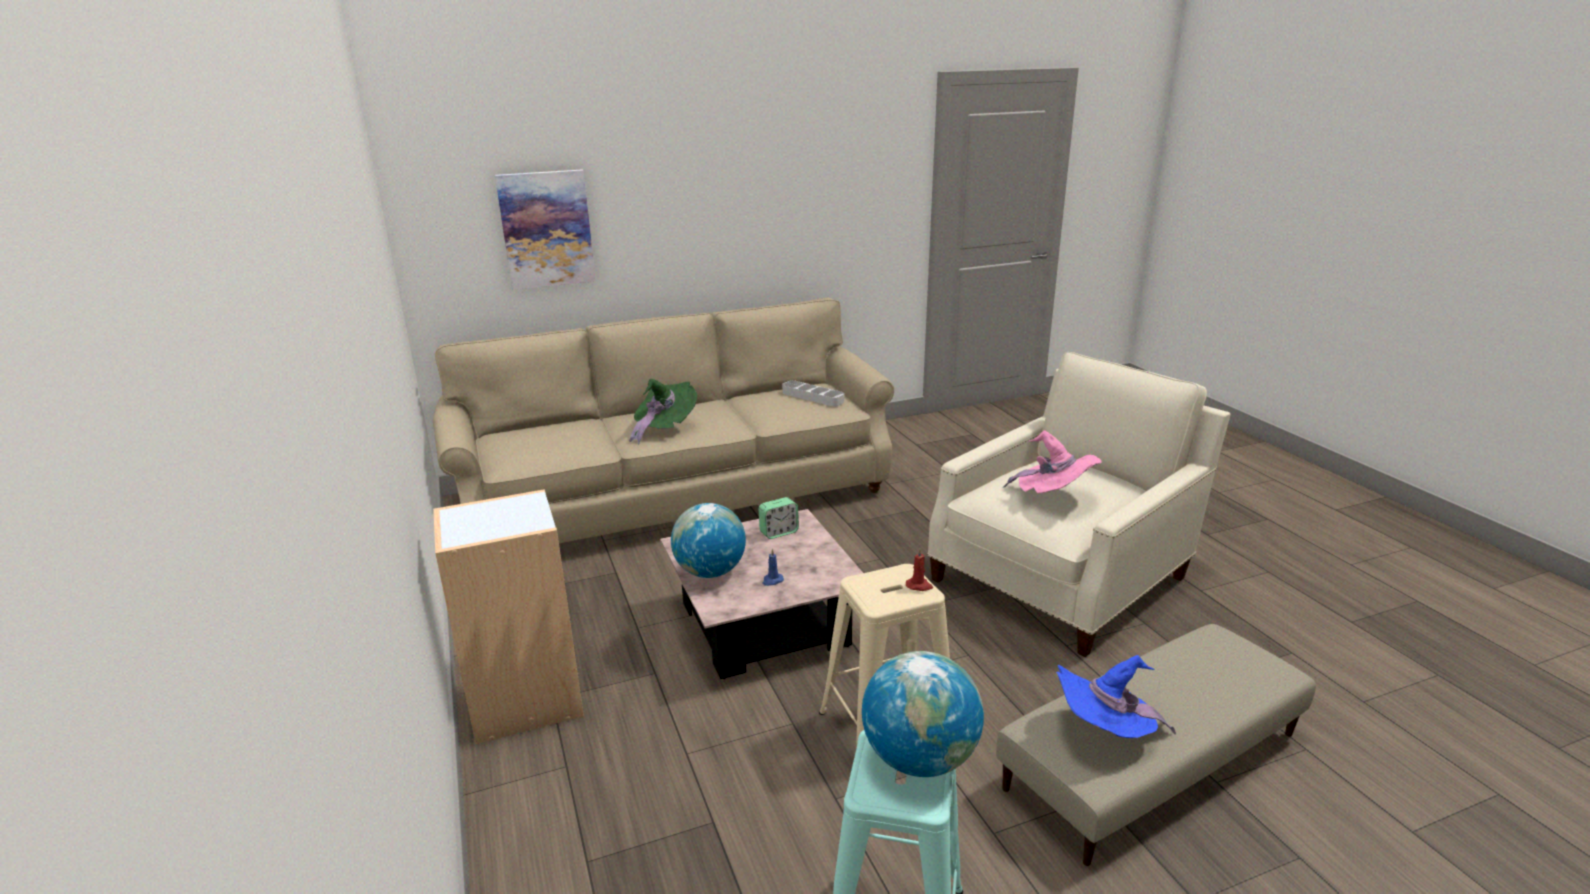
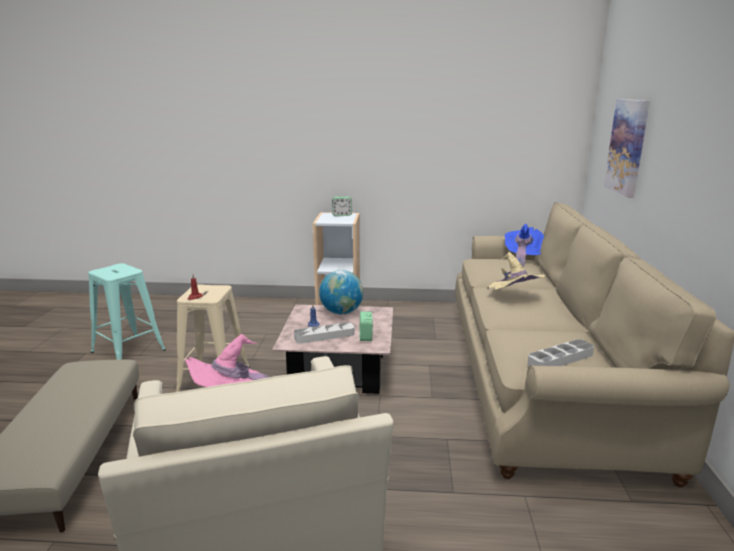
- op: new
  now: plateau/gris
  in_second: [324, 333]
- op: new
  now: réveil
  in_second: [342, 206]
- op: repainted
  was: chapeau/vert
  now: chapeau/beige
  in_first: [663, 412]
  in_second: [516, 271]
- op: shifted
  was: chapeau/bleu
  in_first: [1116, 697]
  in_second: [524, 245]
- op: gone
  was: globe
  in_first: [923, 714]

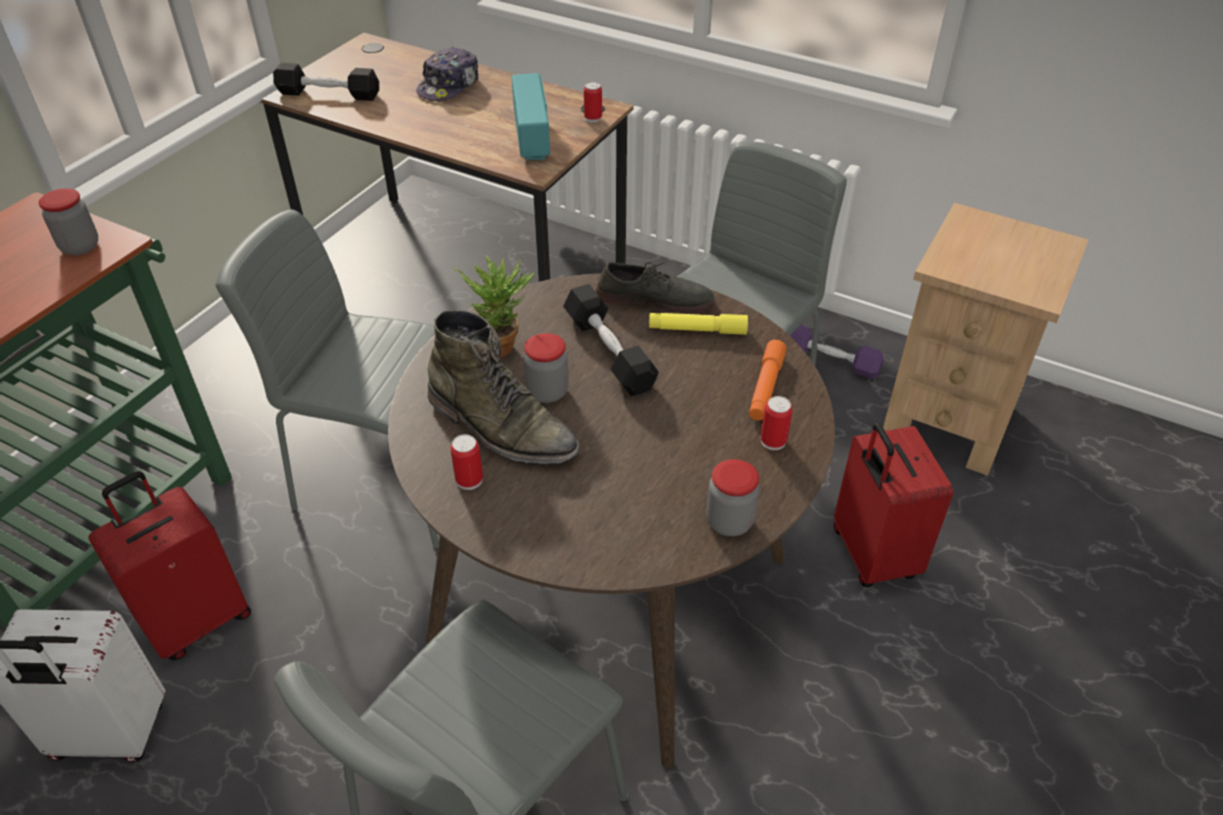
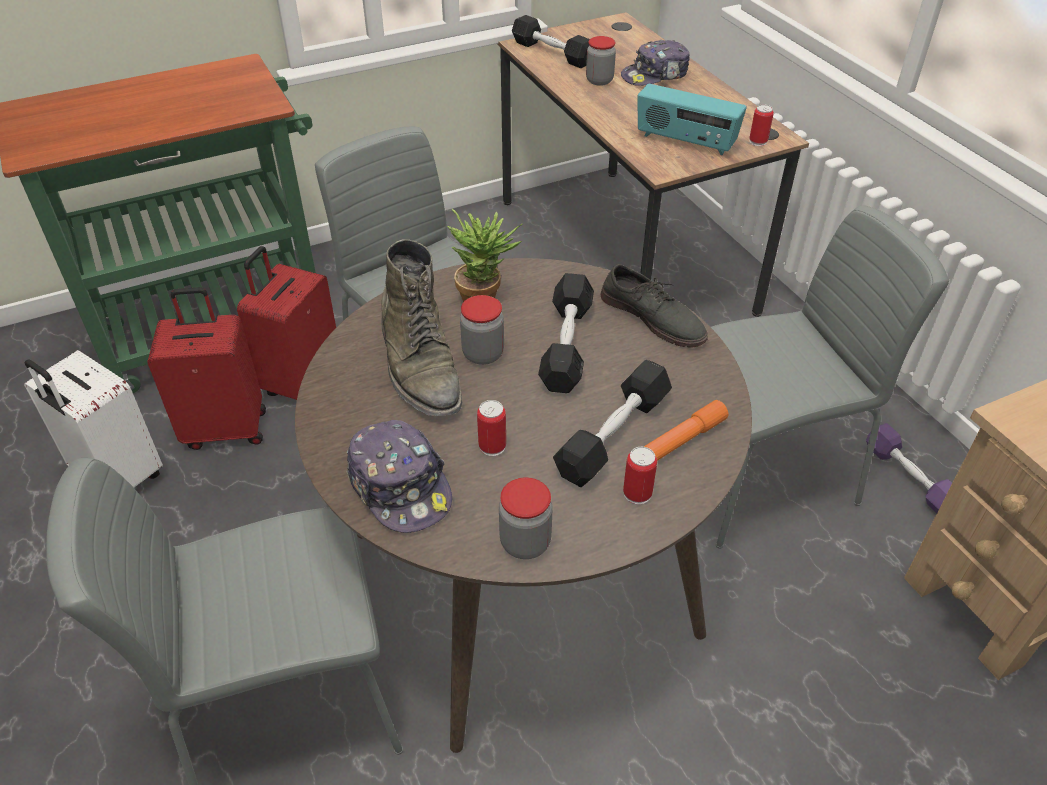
- op: shifted
  was: valise/rouge
  in_first: [893, 505]
  in_second: [286, 323]
- op: new
  now: casquette
  in_second: [399, 476]
- op: shifted
  was: boîte métallique
  in_first: [466, 462]
  in_second: [491, 428]
- op: new
  now: haltère/noir
  in_second: [612, 423]
- op: shifted
  was: bocal
  in_first: [68, 221]
  in_second: [601, 61]
- op: rotated
  was: radio
  in_first: [530, 116]
  in_second: [692, 119]
  clockwise: 90
- op: gone
  was: lampe de poche/jaune
  in_first: [698, 324]

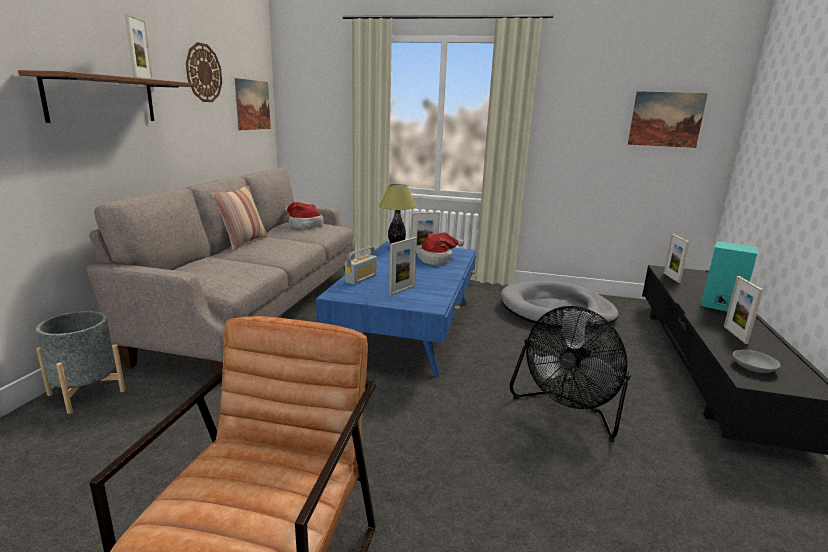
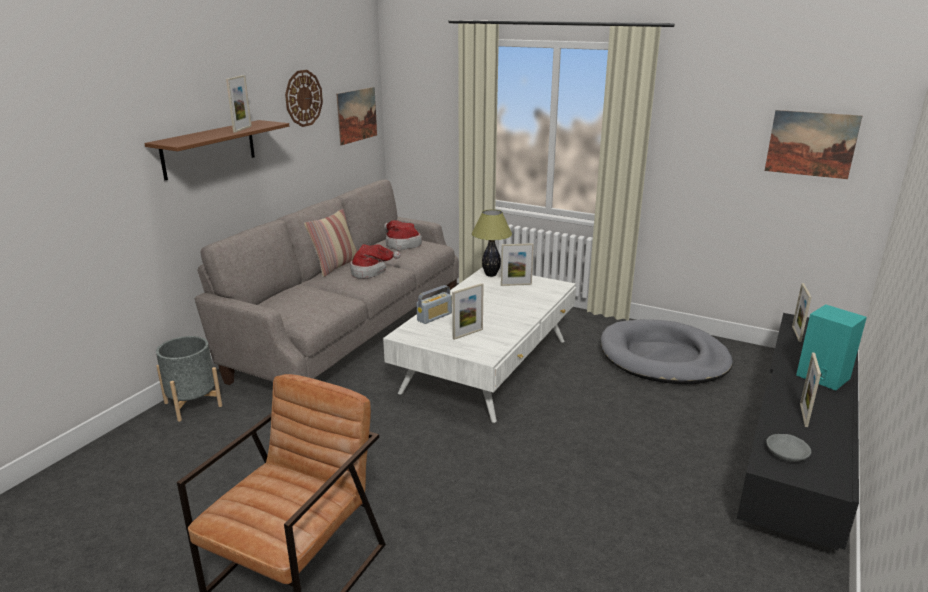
- op: shifted
  was: chapeau
  in_first: [441, 248]
  in_second: [375, 261]
- op: repainted
  was: table basse/bleu
  now: table basse/blanc
  in_first: [396, 309]
  in_second: [479, 345]
- op: gone
  was: ventilateur/noir
  in_first: [570, 374]

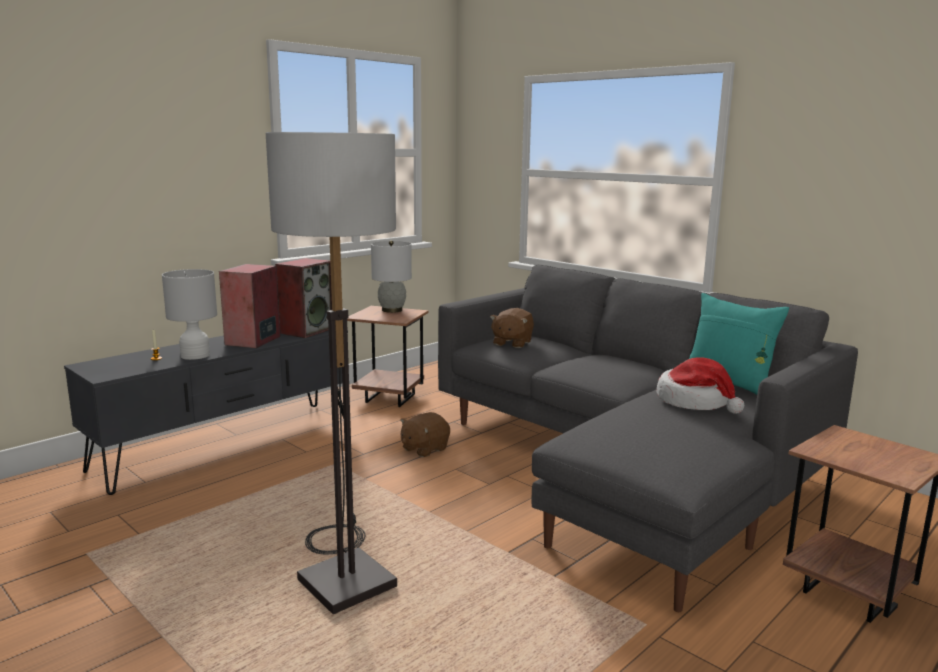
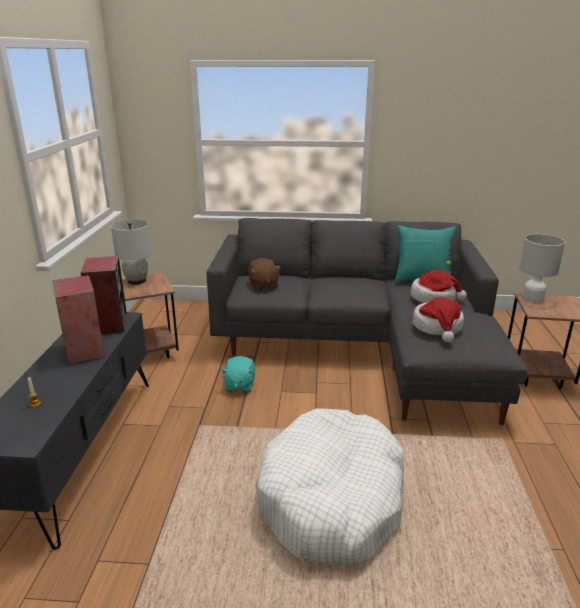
- op: repainted
  was: peluche/marron
  now: peluche/turquoise
  in_first: [425, 434]
  in_second: [238, 374]
- op: swapped
  was: lampadaire
  now: panier pour chien/blanc
  in_first: [331, 373]
  in_second: [329, 486]
- op: new
  now: chapeau
  in_second: [438, 320]
- op: shifted
  was: lampe de table/gris
  in_first: [189, 314]
  in_second: [542, 268]

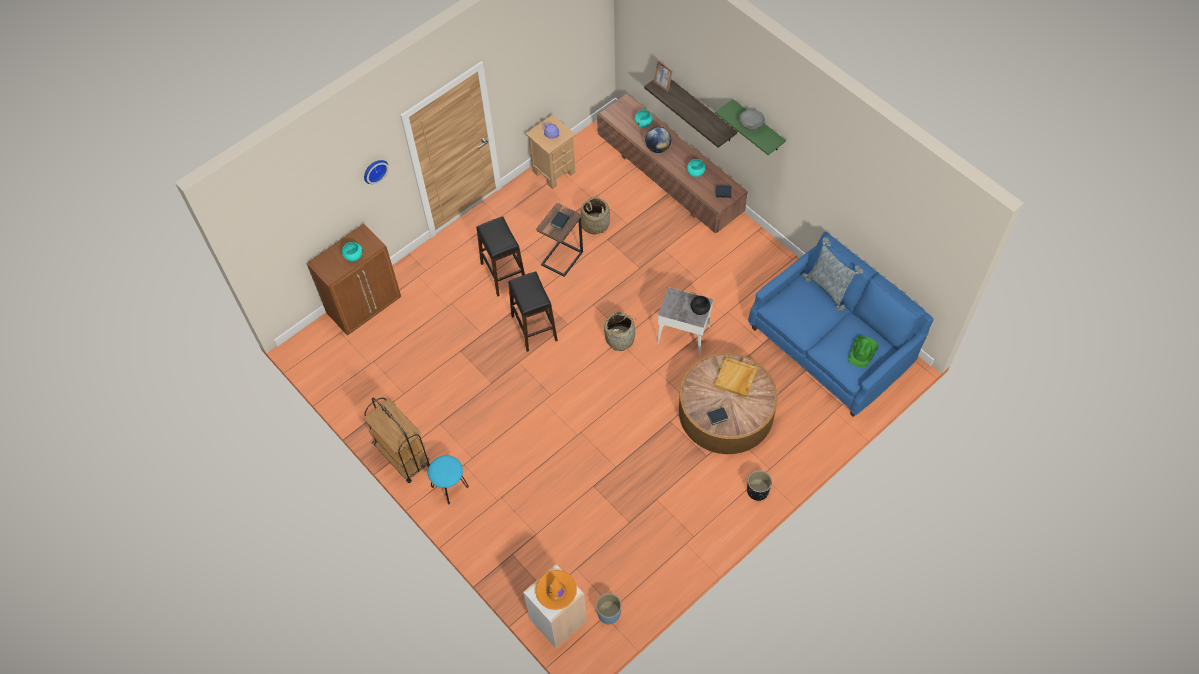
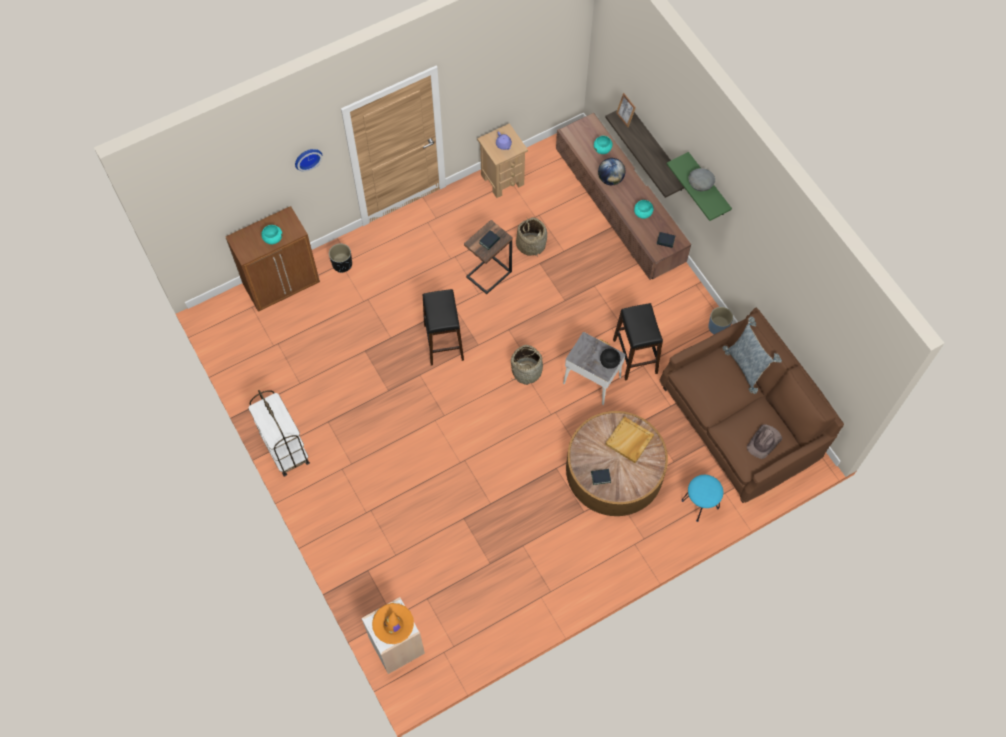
- op: repainted
  was: chariot/marron
  now: chariot/blanc
  in_first: [397, 440]
  in_second: [279, 433]
- op: shifted
  was: cache-pot/noir
  in_first: [759, 485]
  in_second: [340, 258]
- op: shifted
  was: tabouret/noir
  in_first: [500, 256]
  in_second: [638, 342]
- op: repainted
  was: canapé/bleu
  now: canapé/marron
  in_first: [841, 324]
  in_second: [752, 405]
- op: shifted
  was: tabouret/turquoise
  in_first: [448, 479]
  in_second: [702, 498]
- op: shifted
  was: cache-pot/bleu
  in_first: [608, 609]
  in_second: [720, 320]
- op: repainted
  was: chapeau/vert
  now: chapeau/marron
  in_first: [863, 352]
  in_second: [764, 441]

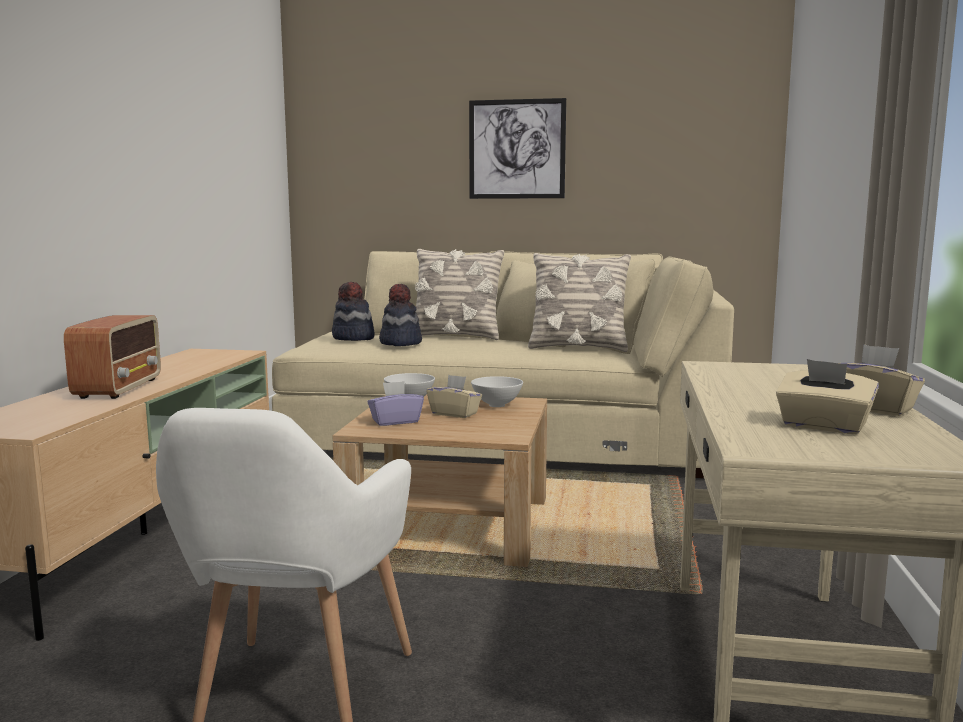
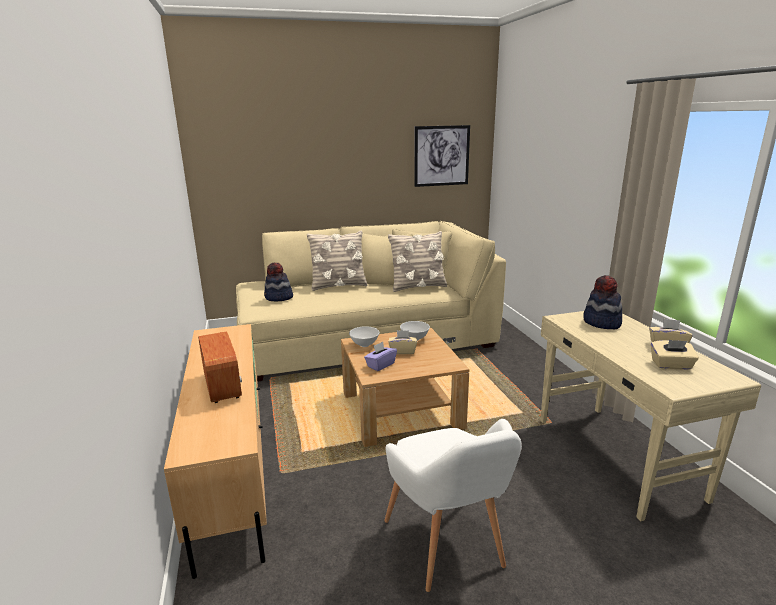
- op: shifted
  was: tableau
  in_first: [517, 148]
  in_second: [442, 156]
- op: shifted
  was: chapeau
  in_first: [400, 315]
  in_second: [602, 302]

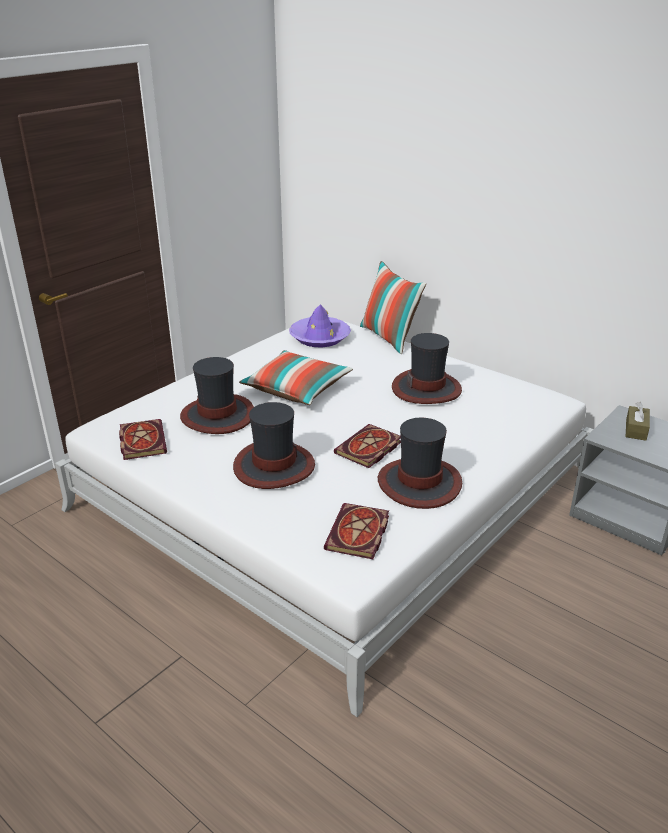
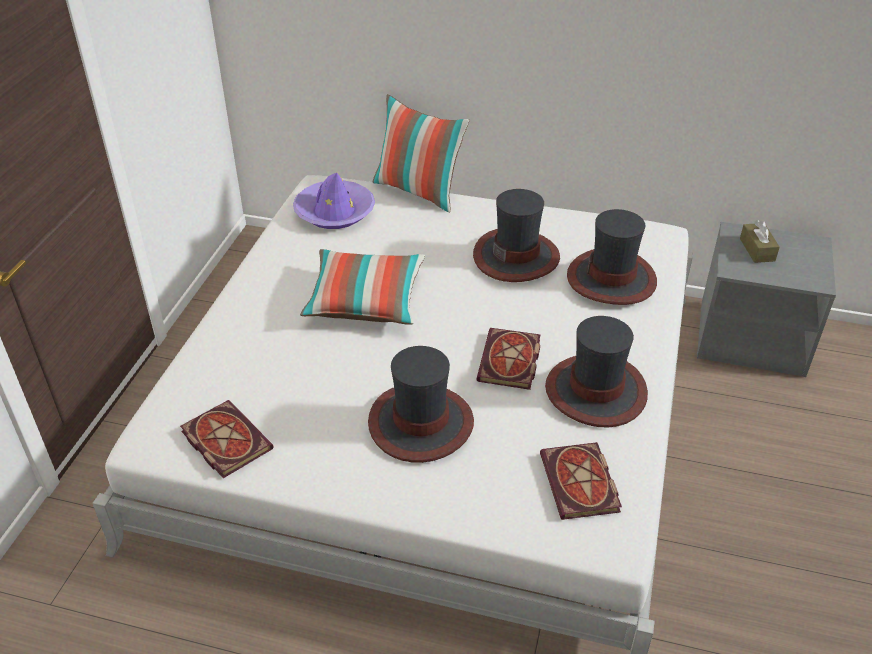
- op: shifted
  was: chapeau
  in_first: [217, 395]
  in_second: [612, 257]

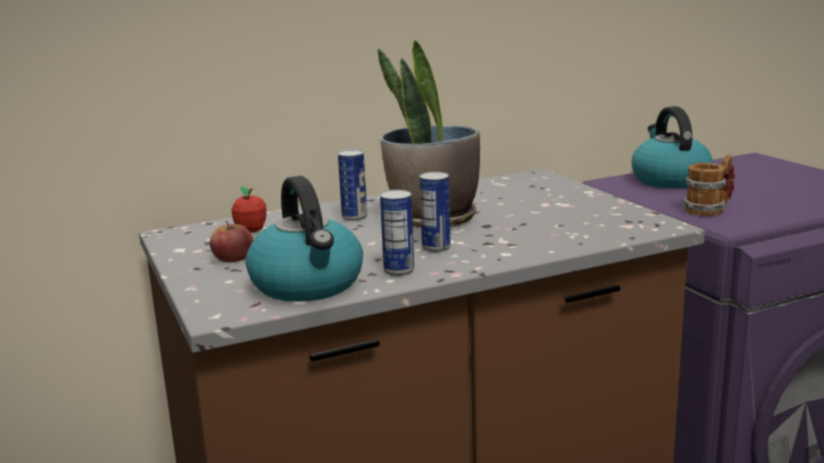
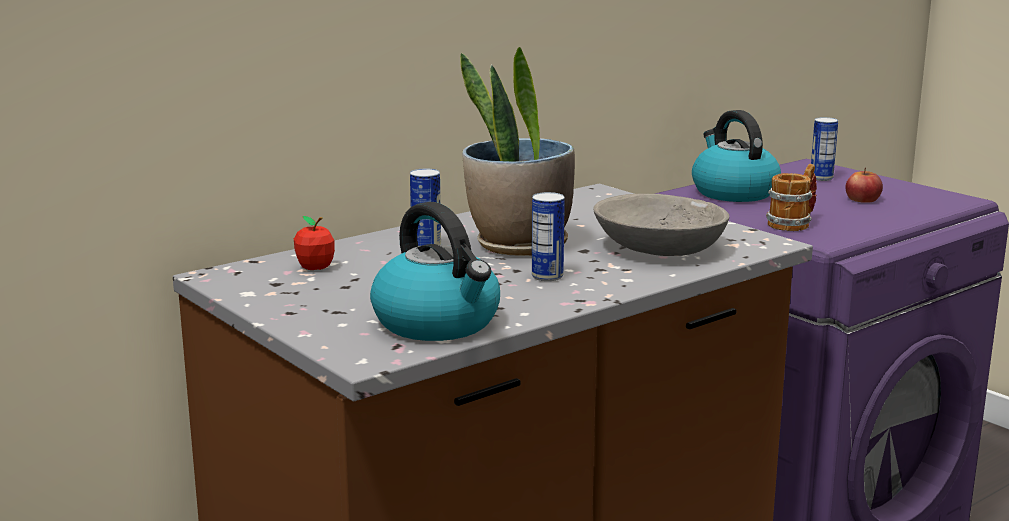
- op: new
  now: bol/gris
  in_second: [661, 224]
- op: shifted
  was: boîte métallique
  in_first: [397, 233]
  in_second: [824, 149]
- op: shifted
  was: pomme
  in_first: [231, 241]
  in_second: [864, 185]

